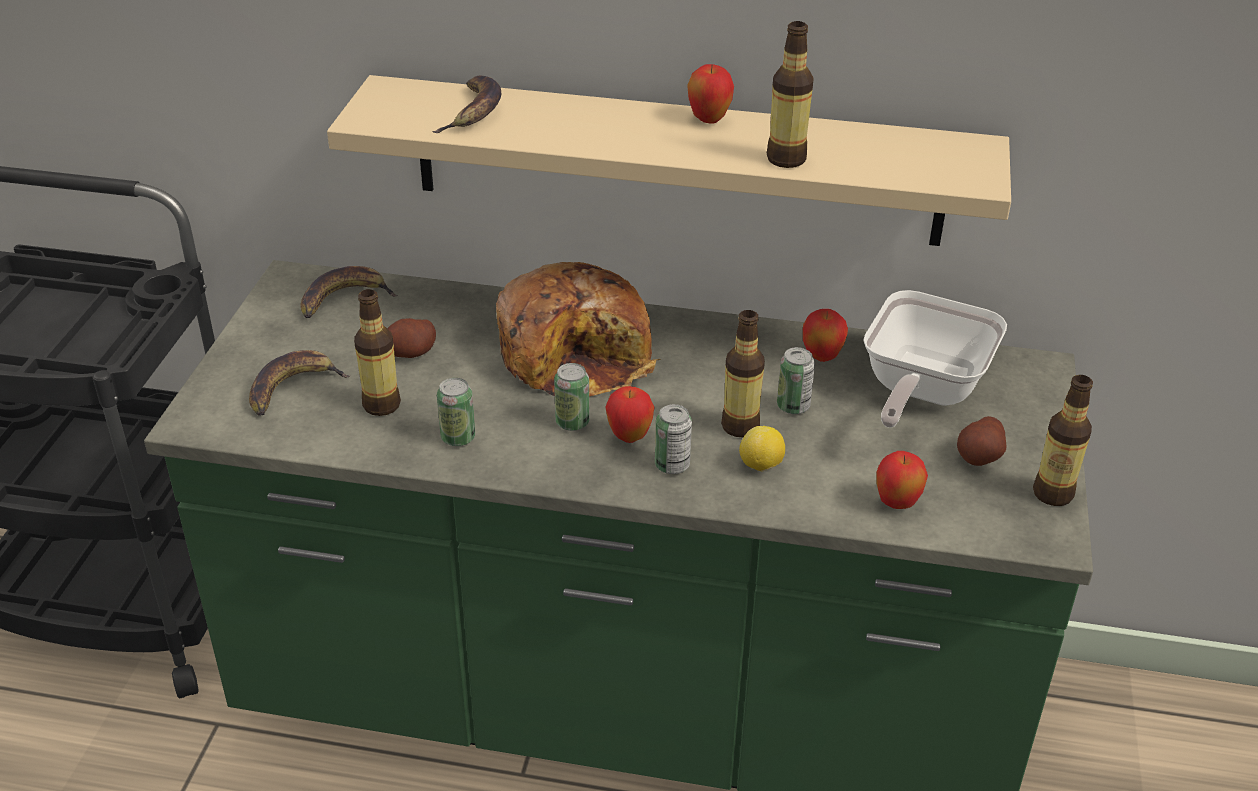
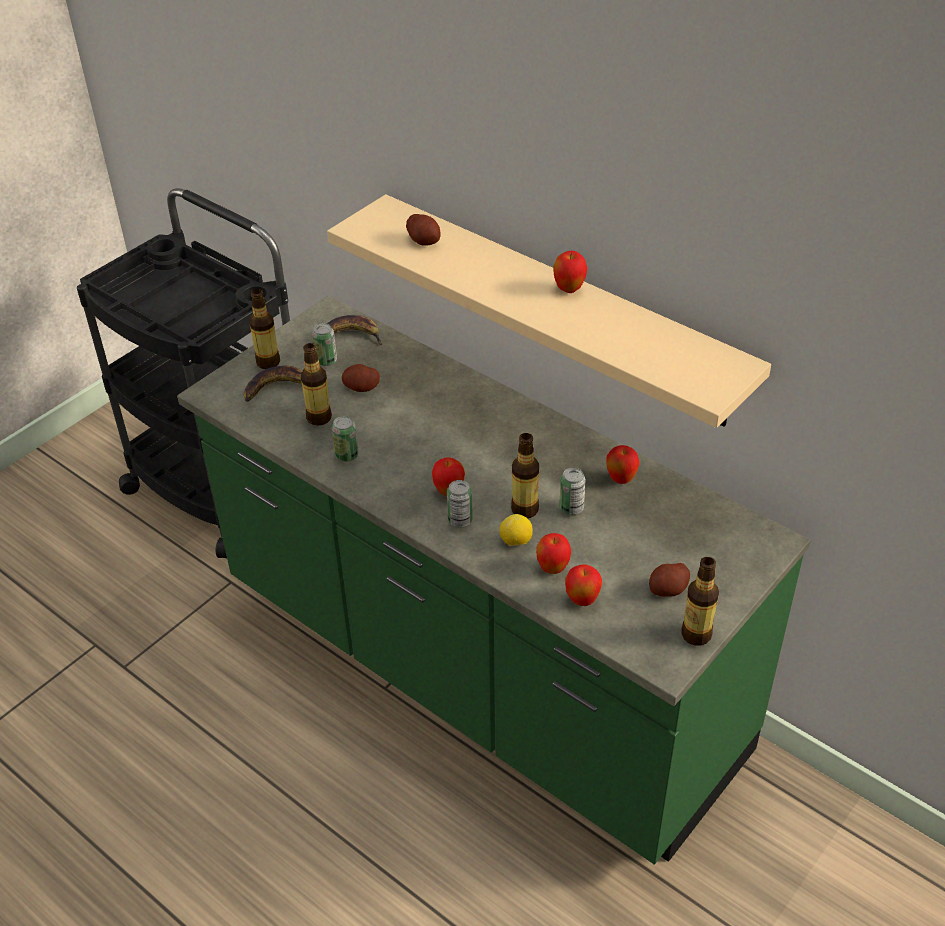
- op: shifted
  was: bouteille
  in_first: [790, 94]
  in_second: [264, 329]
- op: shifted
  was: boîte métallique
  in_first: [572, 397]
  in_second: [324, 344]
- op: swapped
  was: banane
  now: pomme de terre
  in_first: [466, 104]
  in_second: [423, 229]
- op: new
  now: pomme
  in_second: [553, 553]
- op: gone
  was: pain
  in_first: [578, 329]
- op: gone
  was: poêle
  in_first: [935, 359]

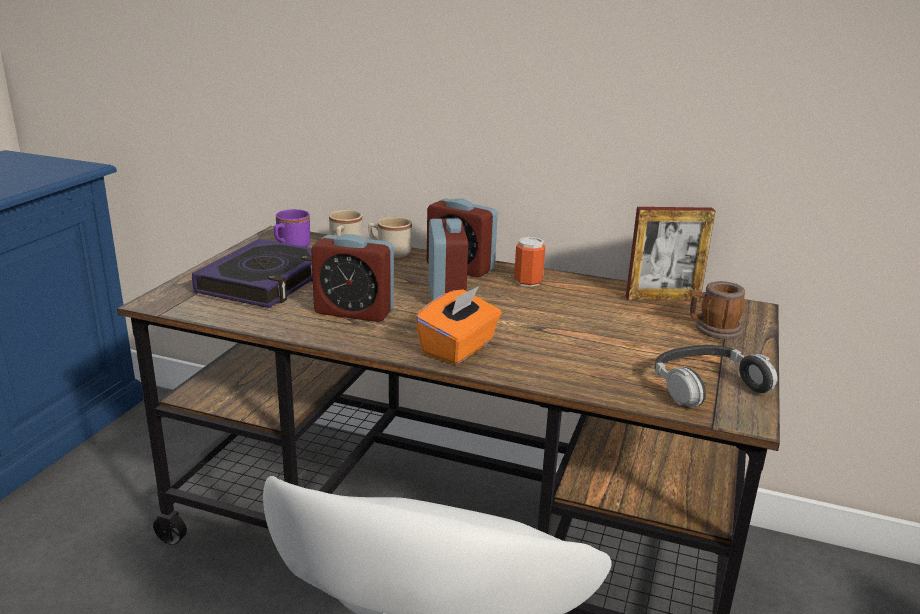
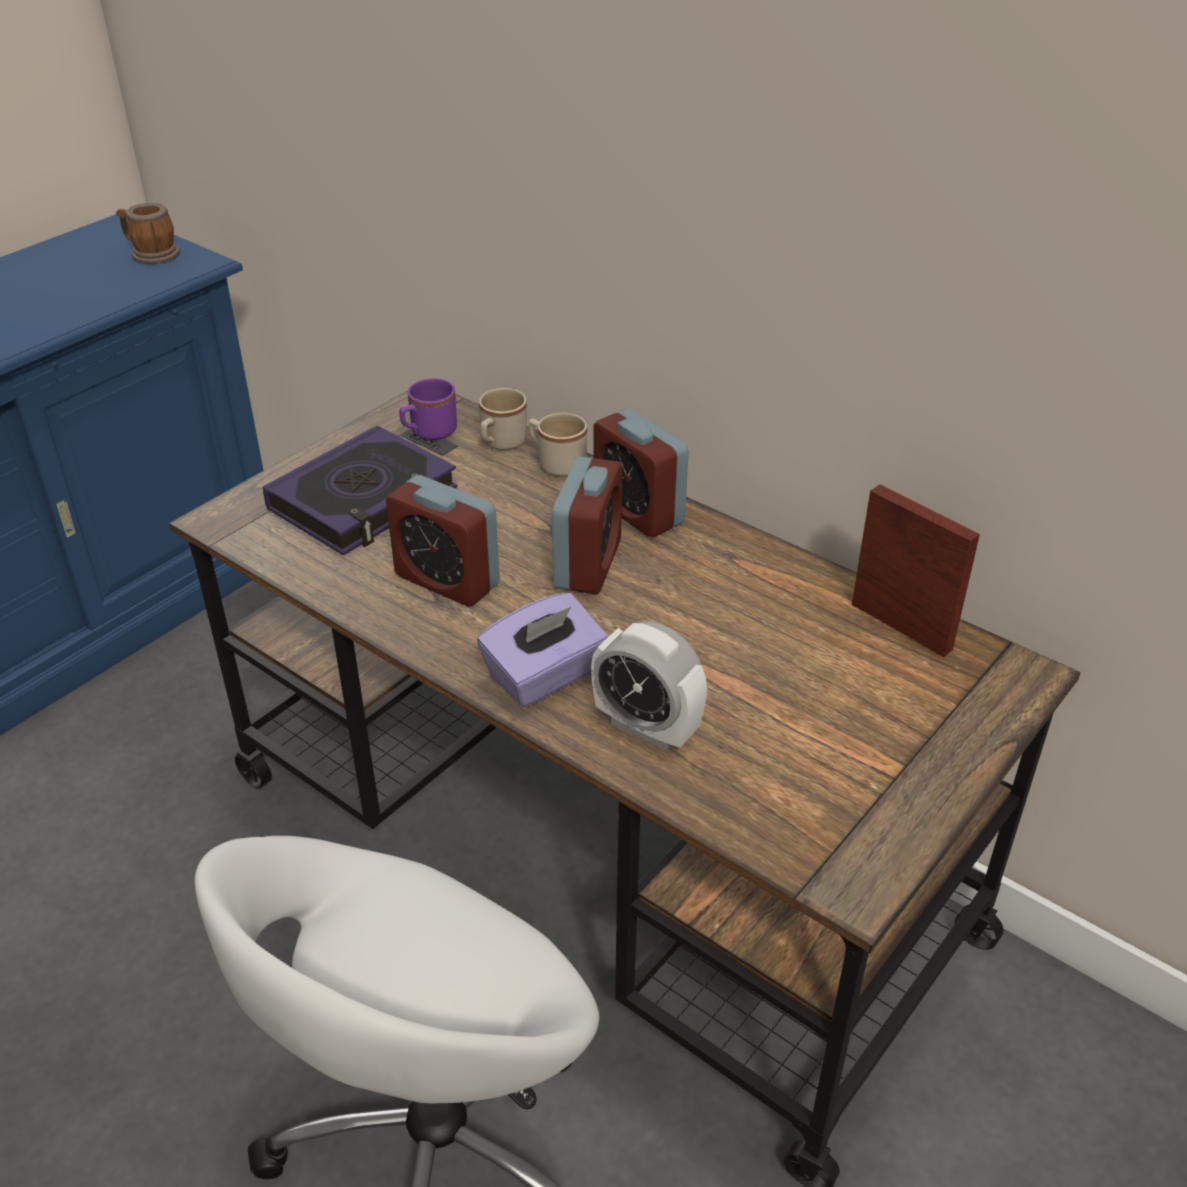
- op: shifted
  was: mug
  in_first: [717, 310]
  in_second: [148, 233]
- op: repainted
  was: boîte à mouchoirs/orange
  now: boîte à mouchoirs/violet
  in_first: [458, 325]
  in_second: [542, 650]
- op: new
  now: réveil
  in_second: [649, 685]
- op: rotated
  was: cadre photo
  in_first: [670, 253]
  in_second: [916, 570]
  clockwise: -150
- op: gone
  was: boîte métallique
  in_first: [529, 262]
- op: gone
  was: casque audio
  in_first: [716, 376]

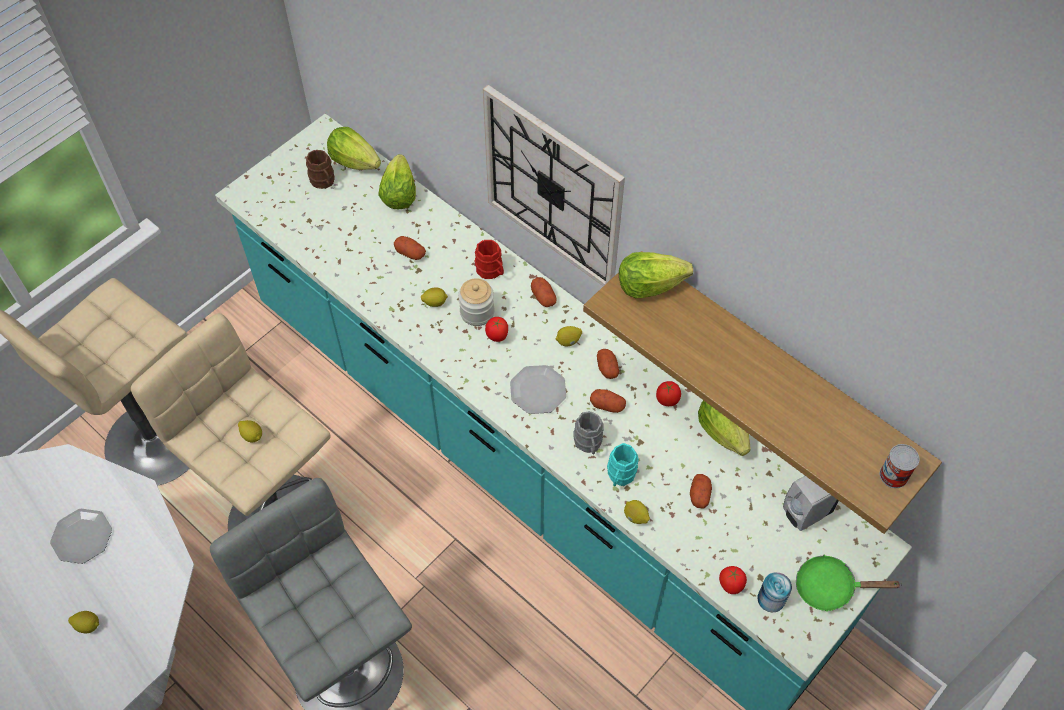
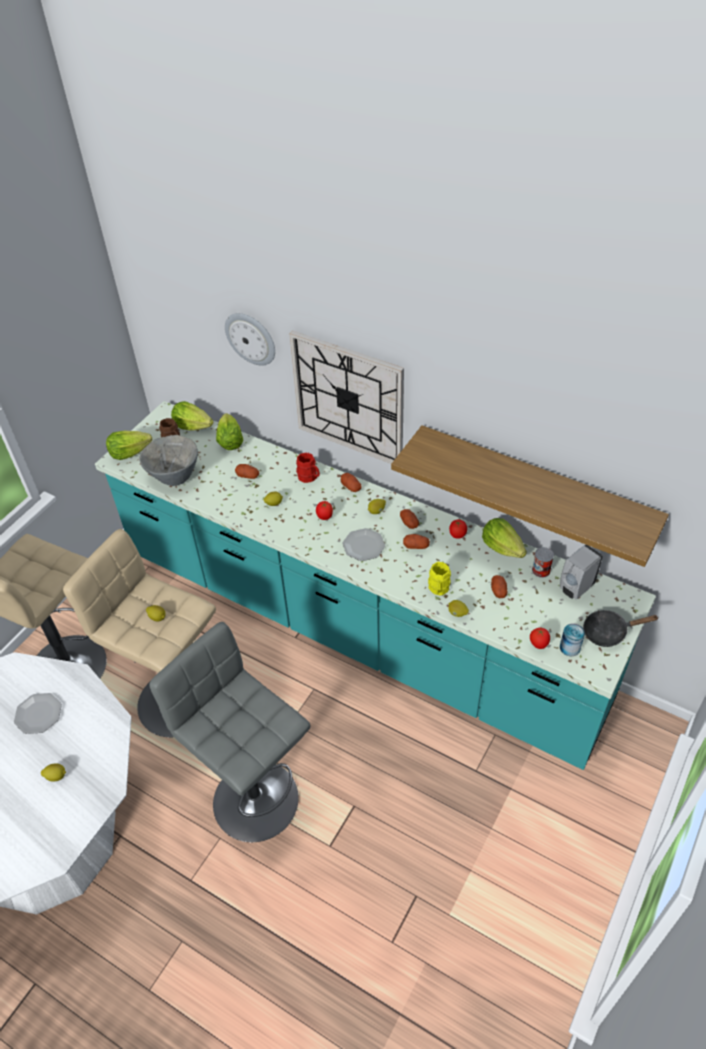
- op: shifted
  was: laitue
  in_first: [656, 275]
  in_second: [129, 445]
- op: new
  now: bol/gris
  in_second: [168, 460]
- op: new
  now: horloge murale
  in_second: [250, 339]
- op: repainted
  was: mug/turquoise
  now: mug/jaune
  in_first: [623, 464]
  in_second: [439, 579]
- op: shifted
  was: boîte métallique
  in_first: [899, 466]
  in_second: [543, 562]
- op: repainted
  was: poêle/vert
  now: poêle/noir
  in_first: [849, 583]
  in_second: [621, 628]
- op: gone
  was: bocal
  in_first: [476, 302]
- op: gone
  was: mug/gris
  in_first: [588, 432]

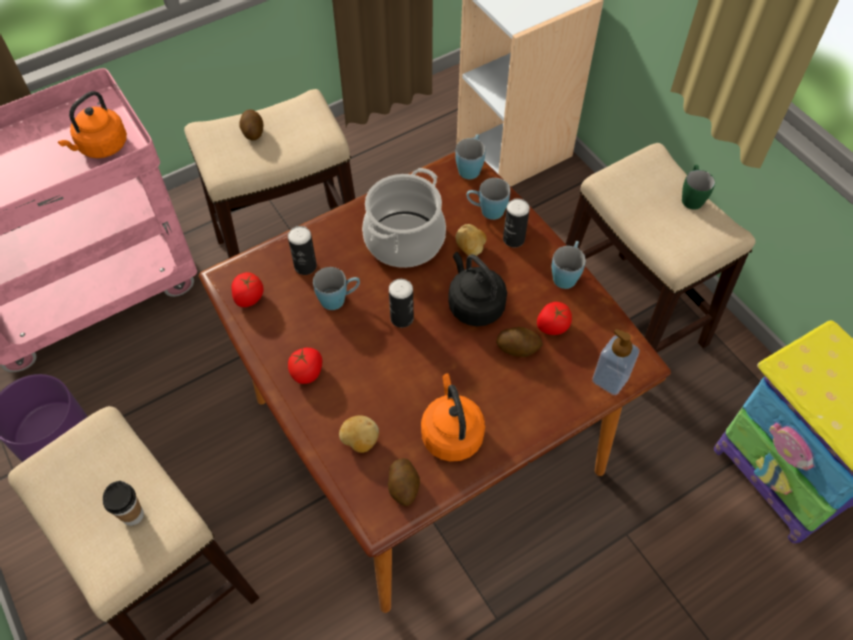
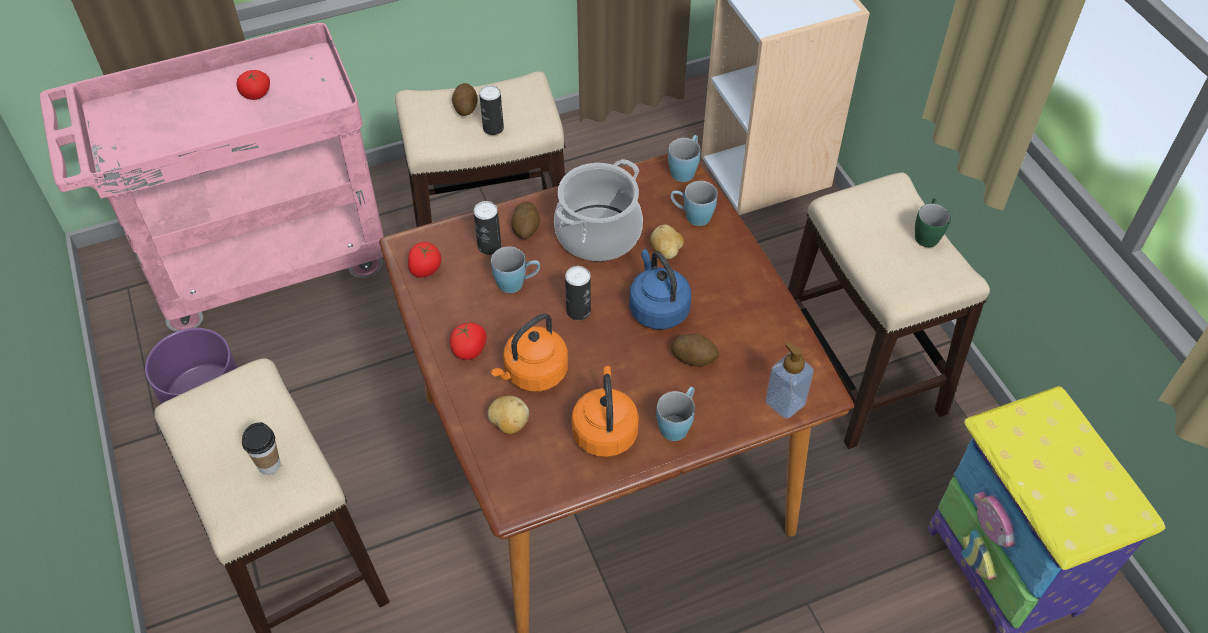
- op: shifted
  was: tomate
  in_first: [554, 318]
  in_second: [253, 85]
- op: shifted
  was: boîte métallique
  in_first: [516, 222]
  in_second: [491, 110]
- op: shifted
  was: bouilloire/orange
  in_first: [92, 124]
  in_second: [529, 352]
- op: shifted
  was: pomme de terre
  in_first: [404, 482]
  in_second: [526, 220]
- op: repainted
  was: bouilloire/noir
  now: bouilloire/bleu
  in_first: [477, 289]
  in_second: [660, 289]
- op: shifted
  was: mug/bleu
  in_first: [569, 265]
  in_second: [675, 414]

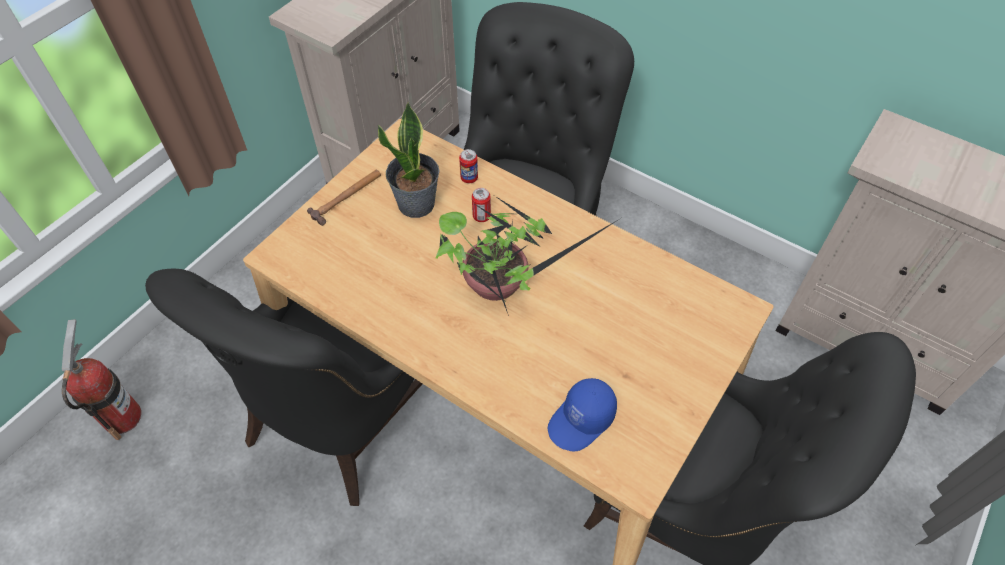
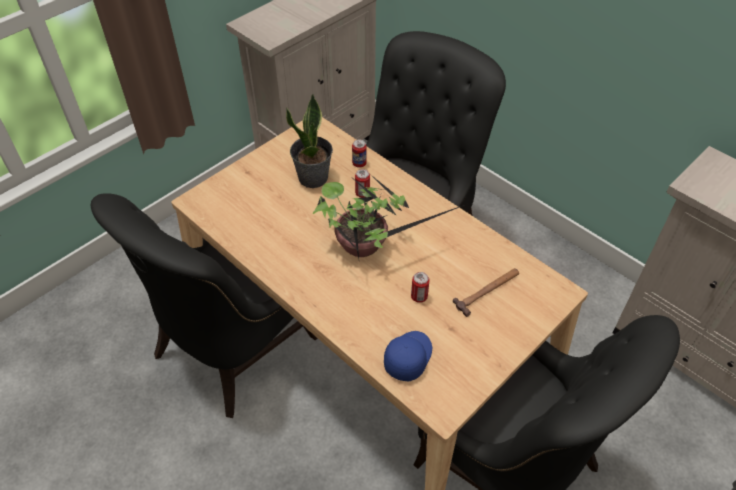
- op: rotated
  was: casquette/bleu
  in_first: [582, 414]
  in_second: [408, 356]
  clockwise: 150
- op: new
  now: boîte métallique
  in_second: [420, 287]
- op: shifted
  was: marteau
  in_first: [344, 198]
  in_second: [486, 292]
- op: gone
  was: extincteur
  in_first: [101, 379]

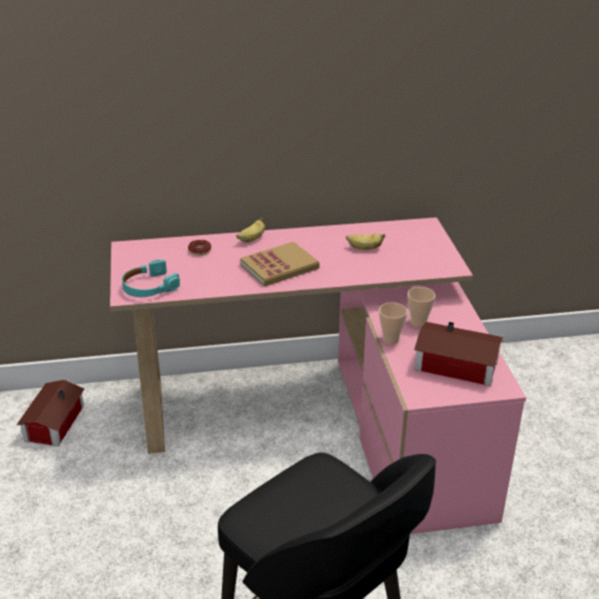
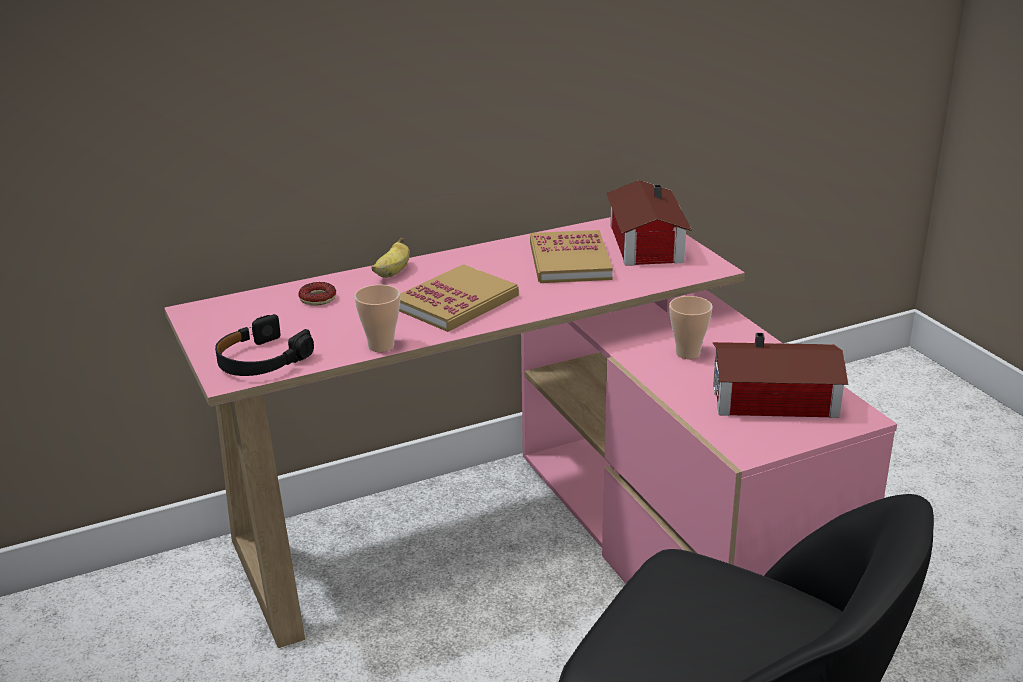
- op: repainted
  was: casque audio/turquoise
  now: casque audio/noir
  in_first: [151, 278]
  in_second: [264, 345]
- op: shifted
  was: tasse
  in_first: [393, 323]
  in_second: [377, 318]
- op: swapped
  was: banane
  now: livre
  in_first: [365, 242]
  in_second: [571, 256]
- op: shifted
  was: maison miniature
  in_first: [50, 413]
  in_second: [649, 223]

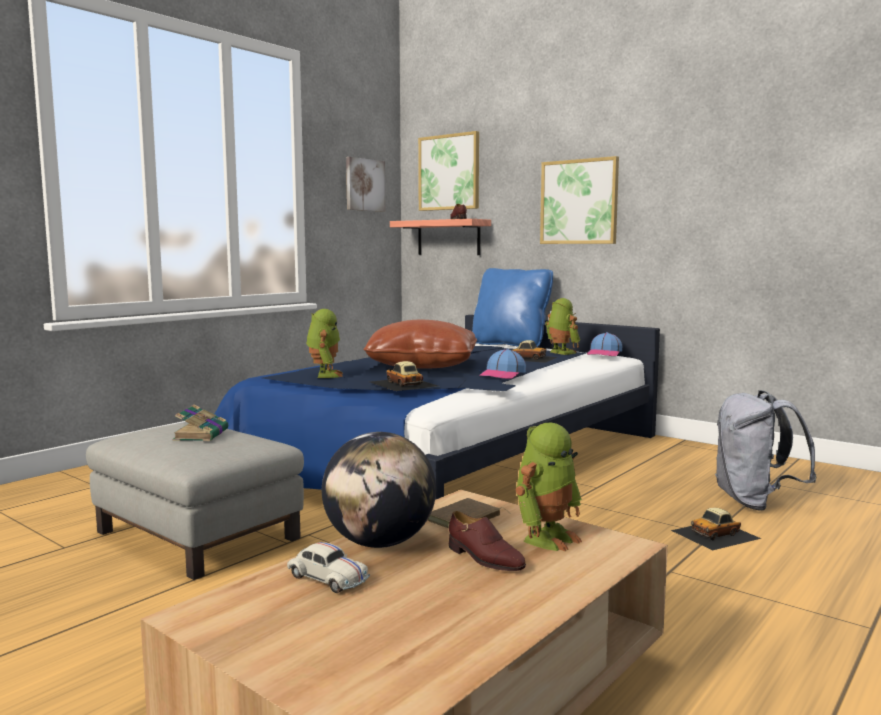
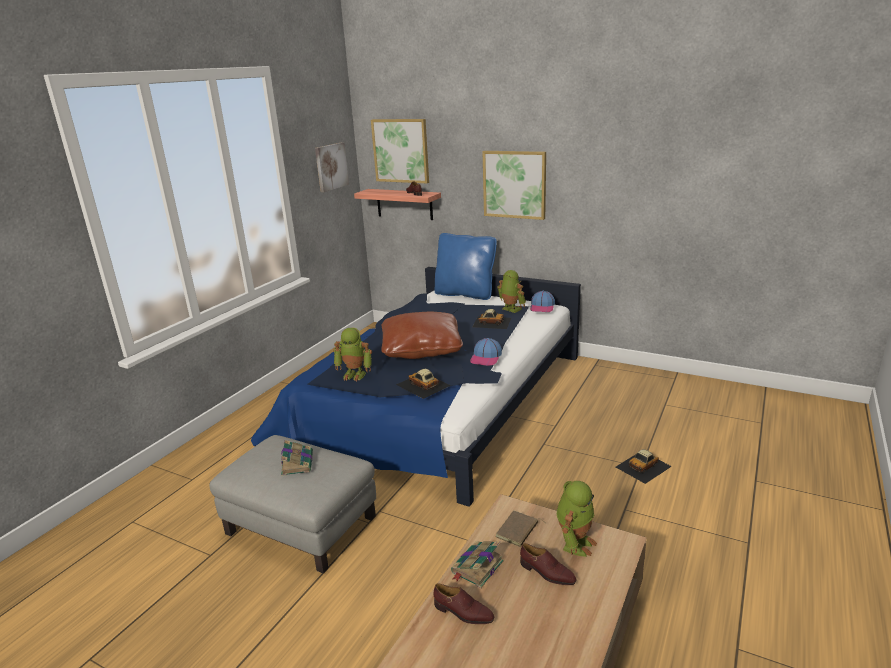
- op: rotated
  was: robot jouet
  in_first: [324, 343]
  in_second: [352, 354]
  clockwise: 120
- op: swapped
  was: petite voiture/blanc
  now: chaussure/marron
  in_first: [328, 567]
  in_second: [464, 603]
- op: swapped
  was: globe
  now: livre
  in_first: [379, 490]
  in_second: [477, 564]
- op: gone
  was: sac à dos/gris
  in_first: [766, 450]

